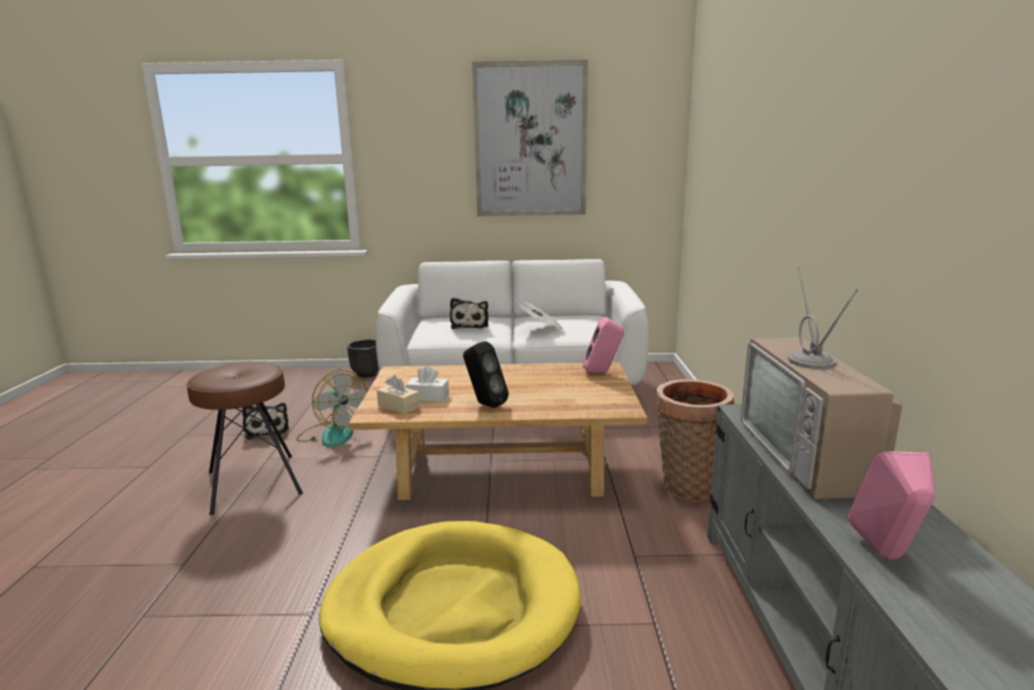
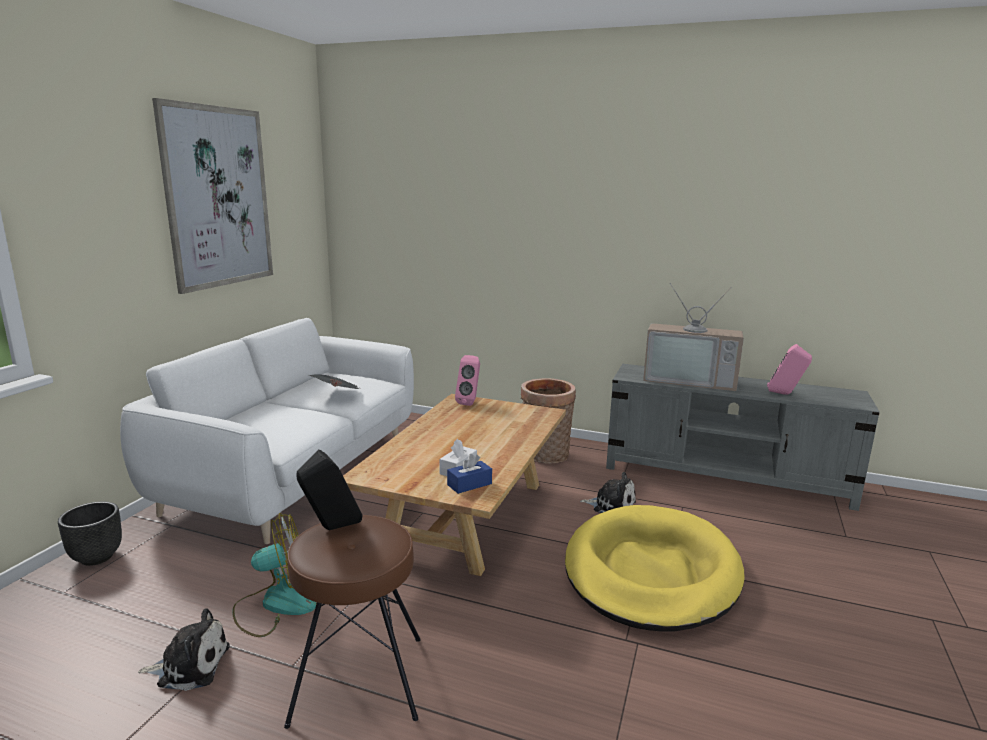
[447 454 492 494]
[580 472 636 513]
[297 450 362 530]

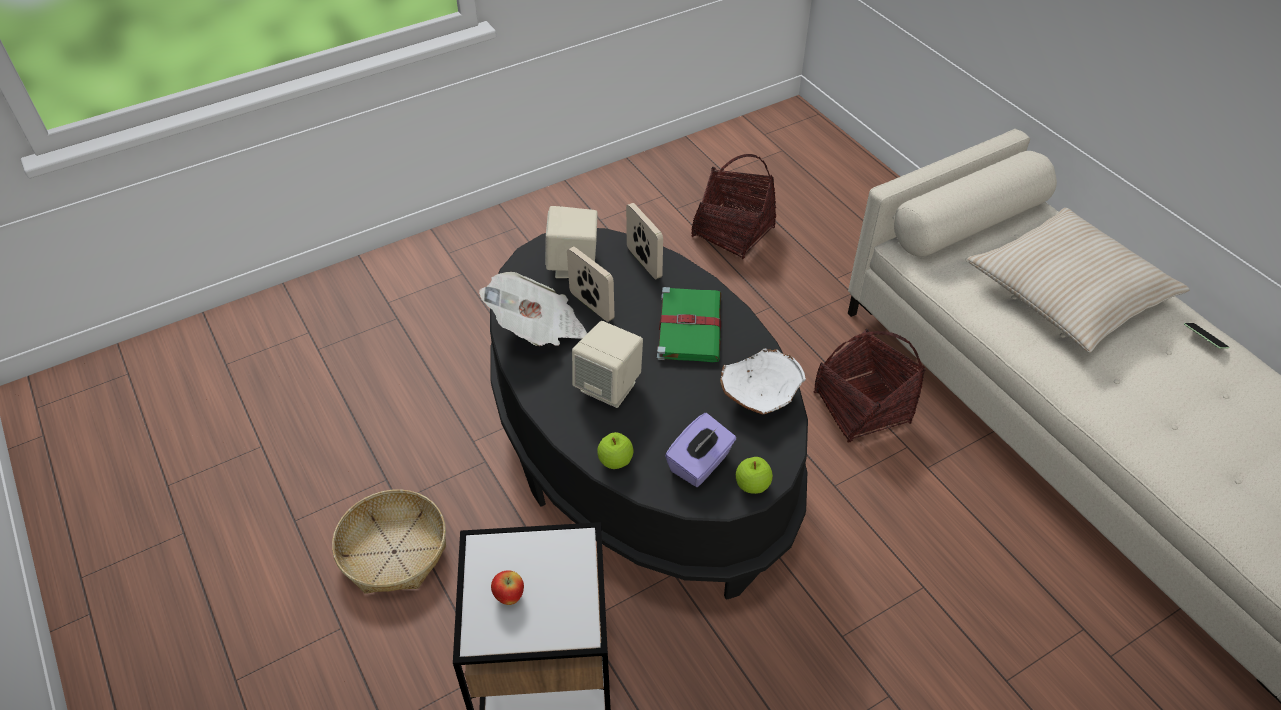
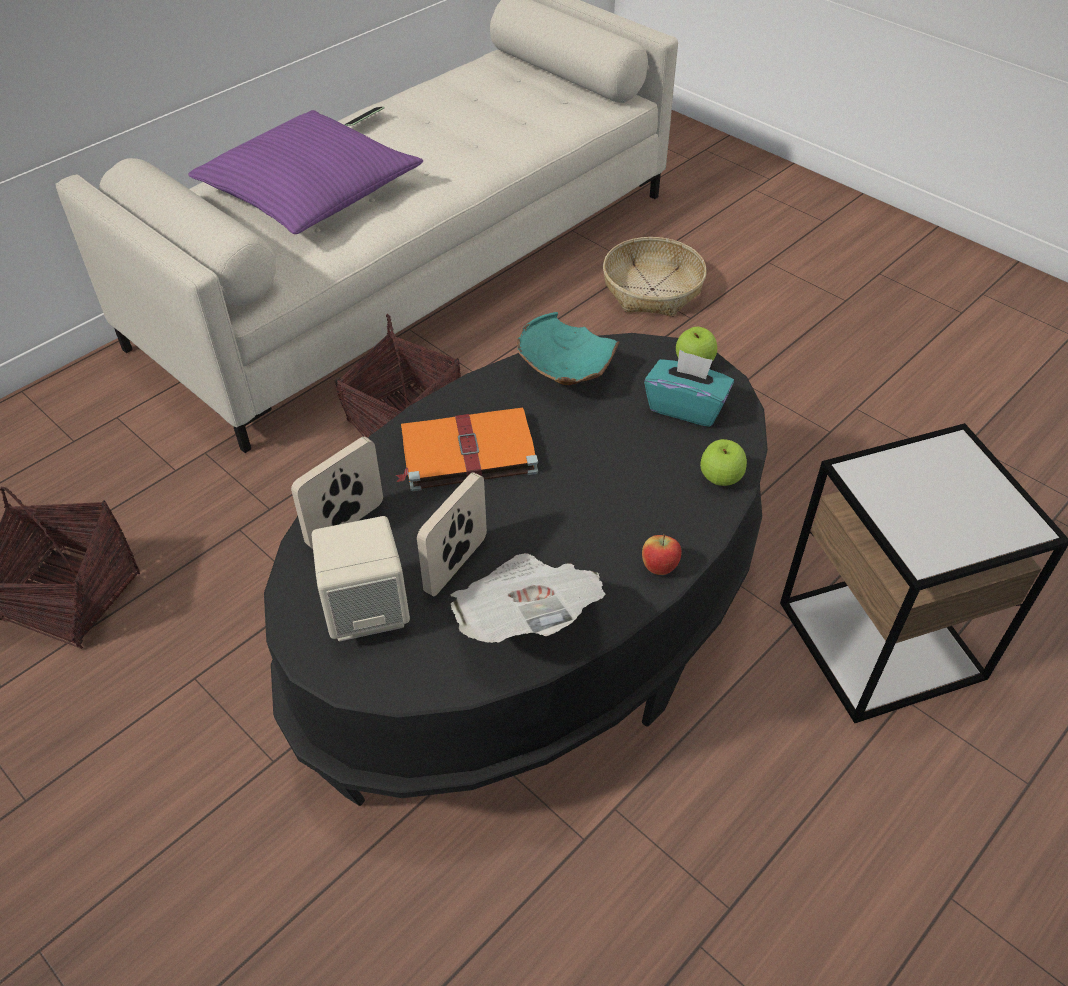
[603 237 707 317]
[642 534 682 575]
[572 321 643 408] (first image)
[396 408 538 492]
[644 350 734 427]
[517 312 620 385]
[188 110 423 234]

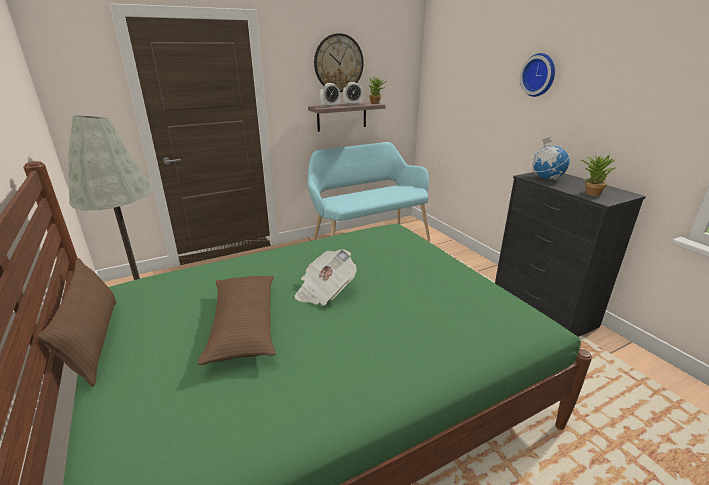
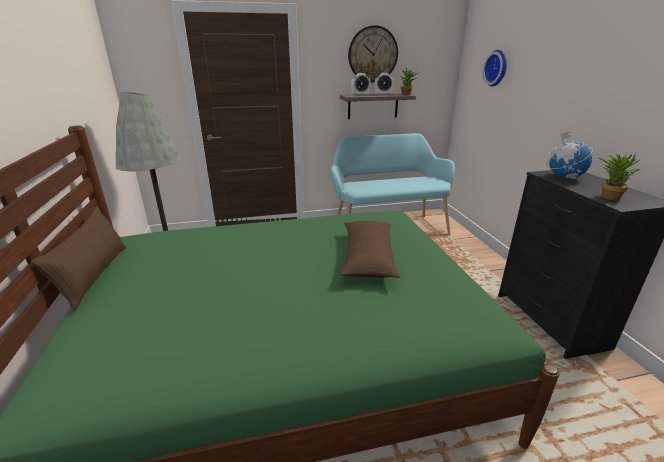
[340 221 400 278]
[294 249 357 306] (first image)
[483 50 507 87]

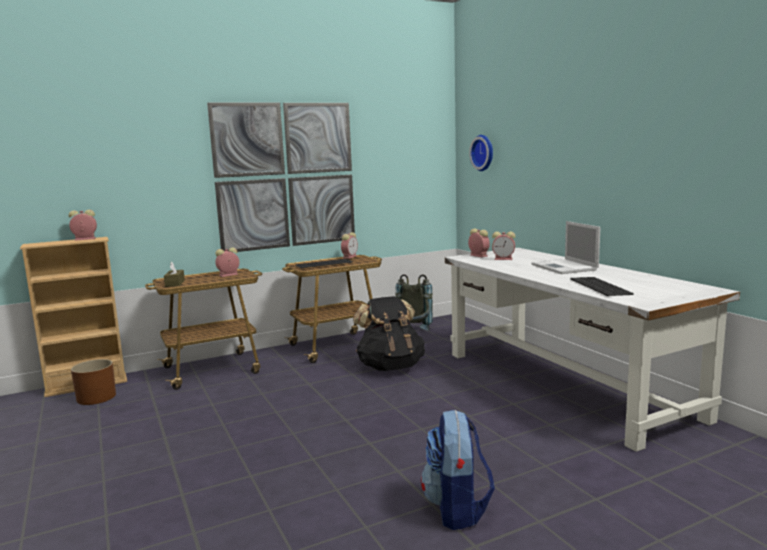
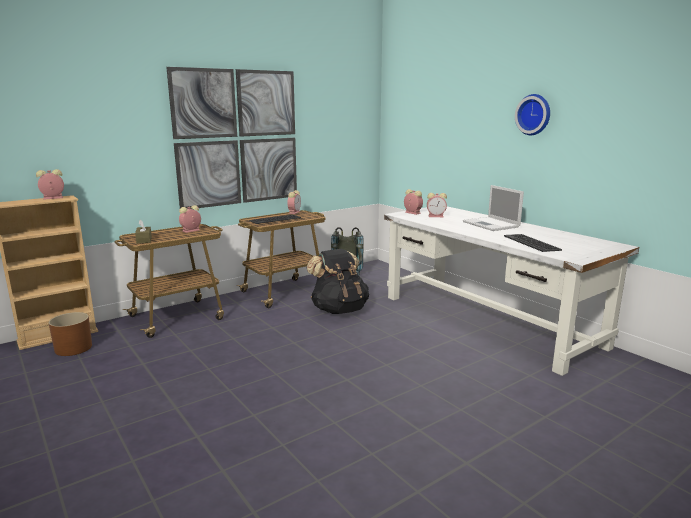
[421 410 495 530] (first image)
[515 94 550 135]

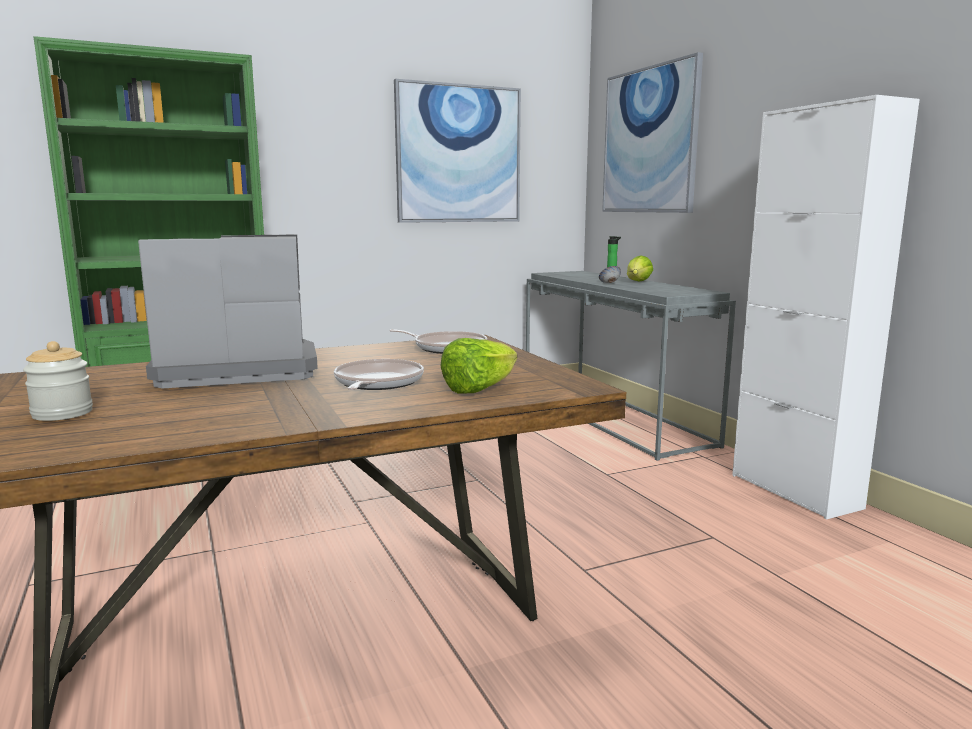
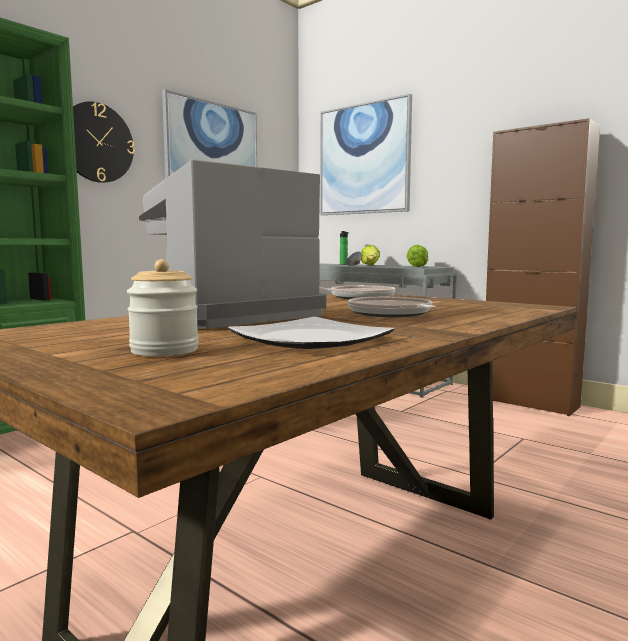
[406 244 429 267]
[486 118 600 416]
[73 101 135 183]
[228 317 394 349]

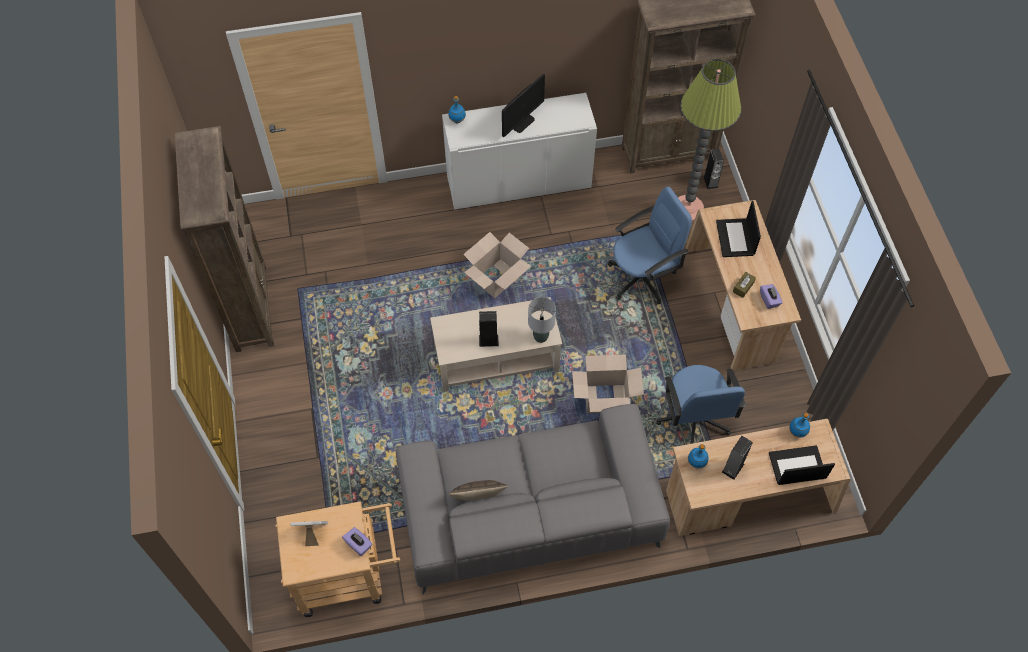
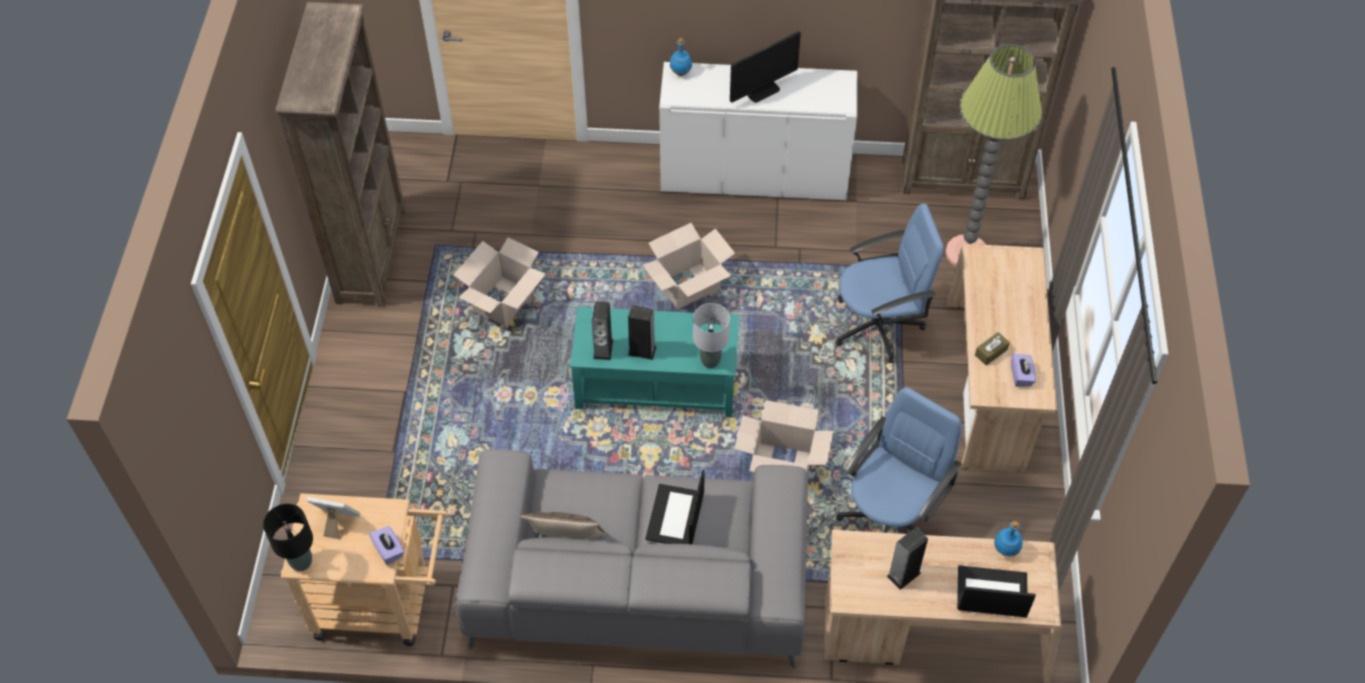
[570 307 739 417]
[836 387 962 535]
[688 444 709 469] (first image)
[592 301 613 360]
[645 470 705 544]
[263 504 313 571]
[454 237 546 327]

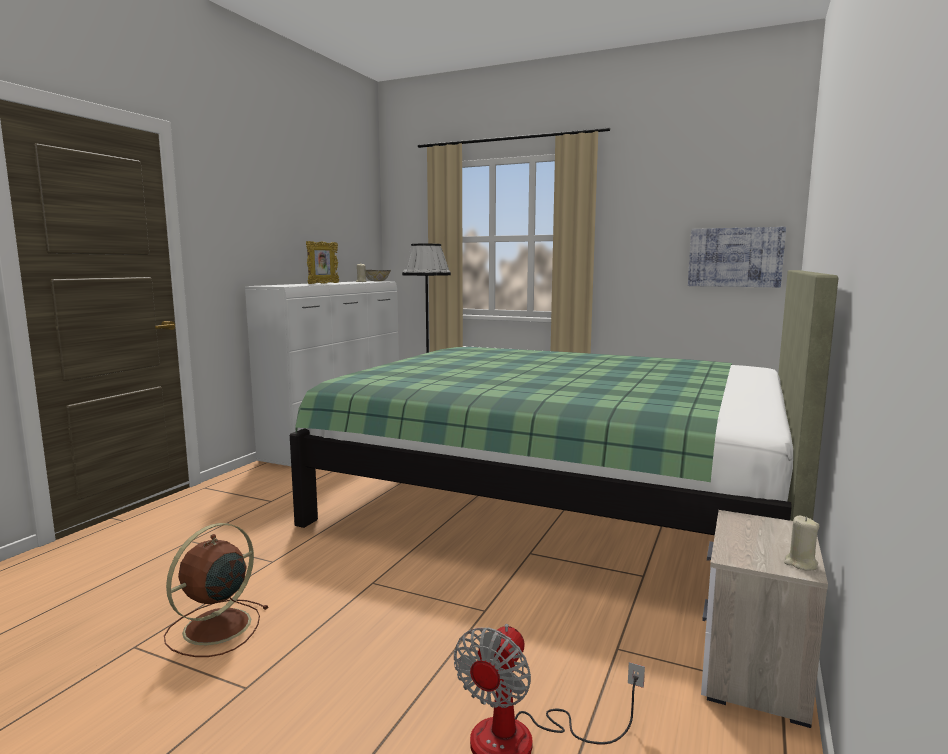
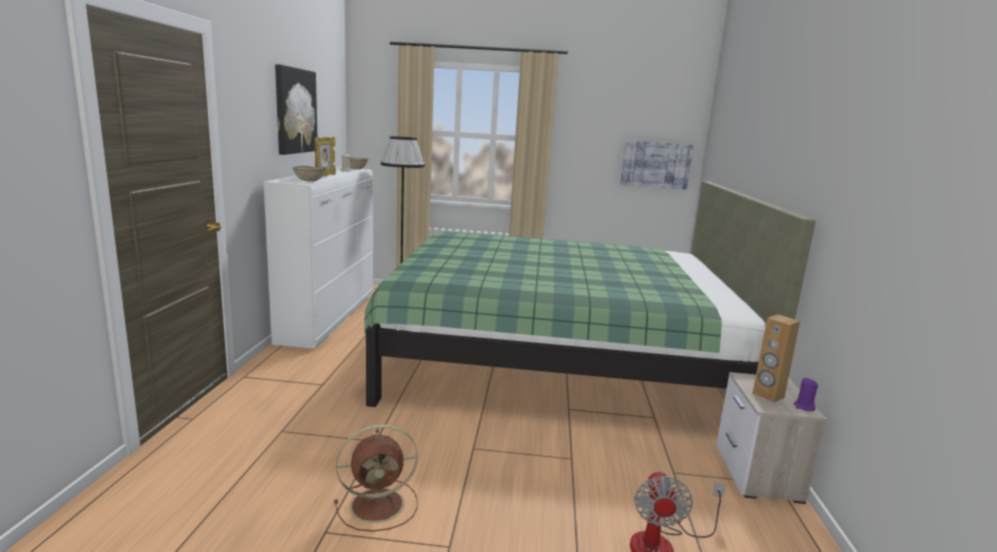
[334 424 418 532]
[794 378 818 411]
[275 64 317 155]
[292 166 326 182]
[752 314 800 402]

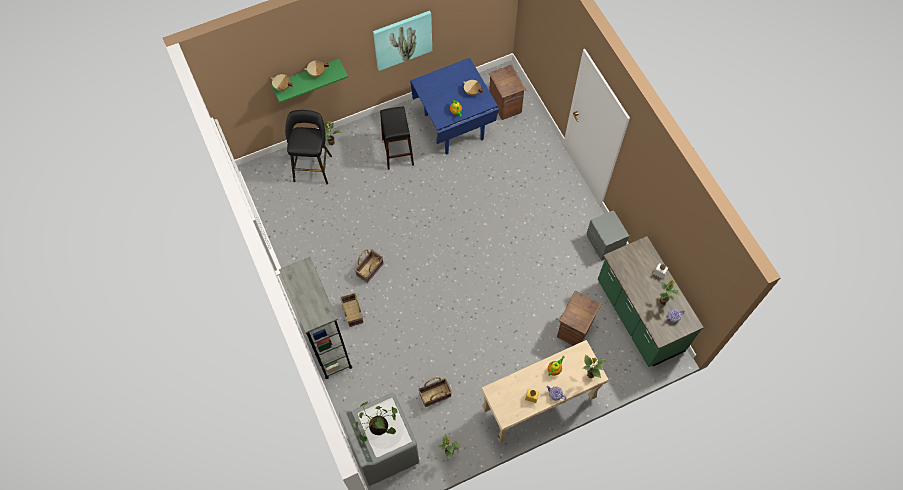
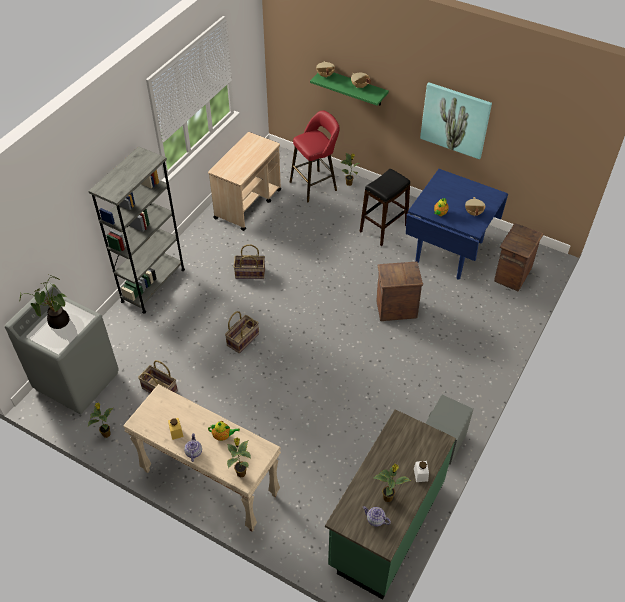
[290 110 340 202]
[225 311 259 354]
[376 261 423 321]
[208 132 281 231]

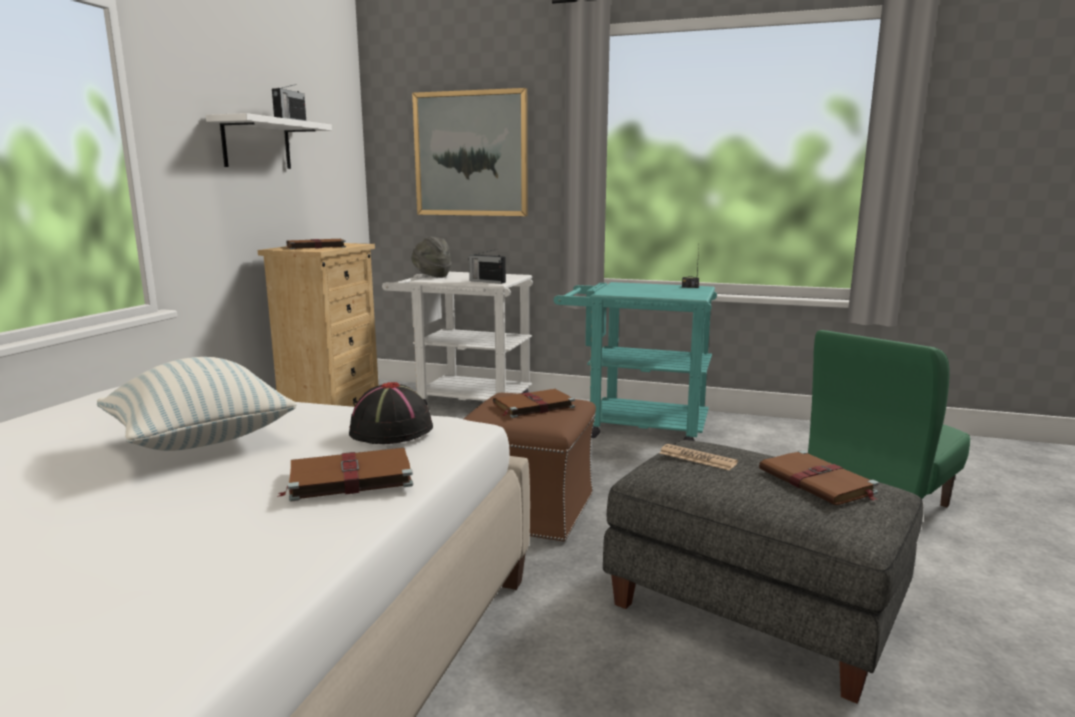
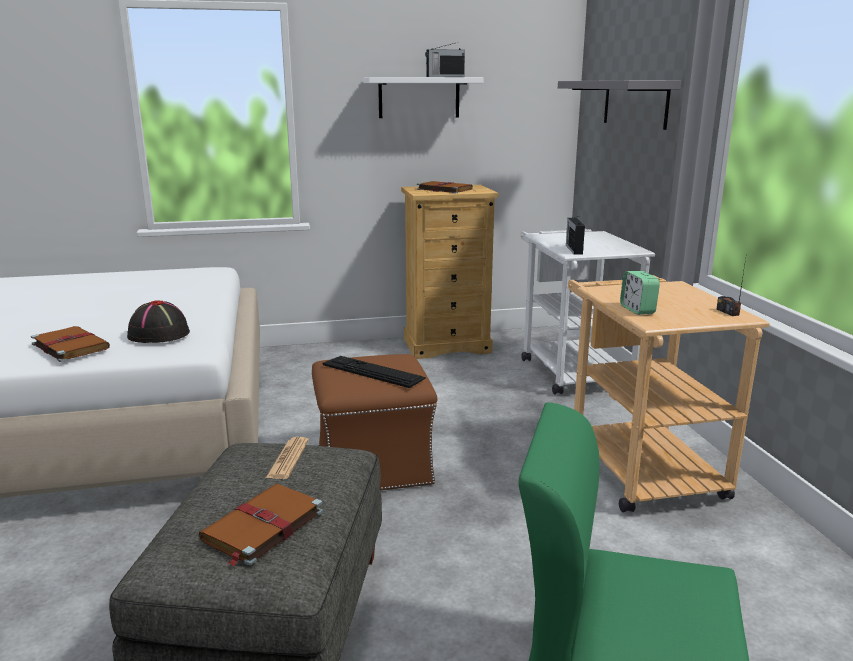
[97 357 297 451] (first image)
[411 236 451 278] (first image)
[558 80 681 130]
[323 356 426 388]
[568 275 770 513]
[620 271 660 315]

